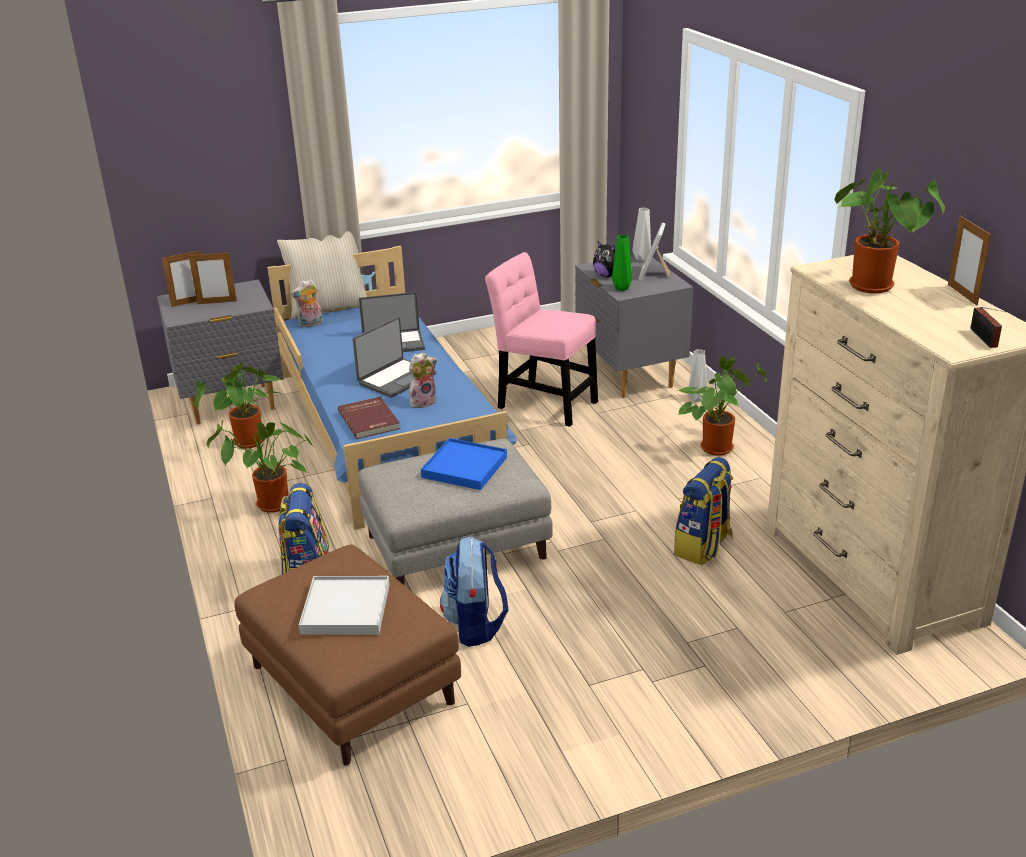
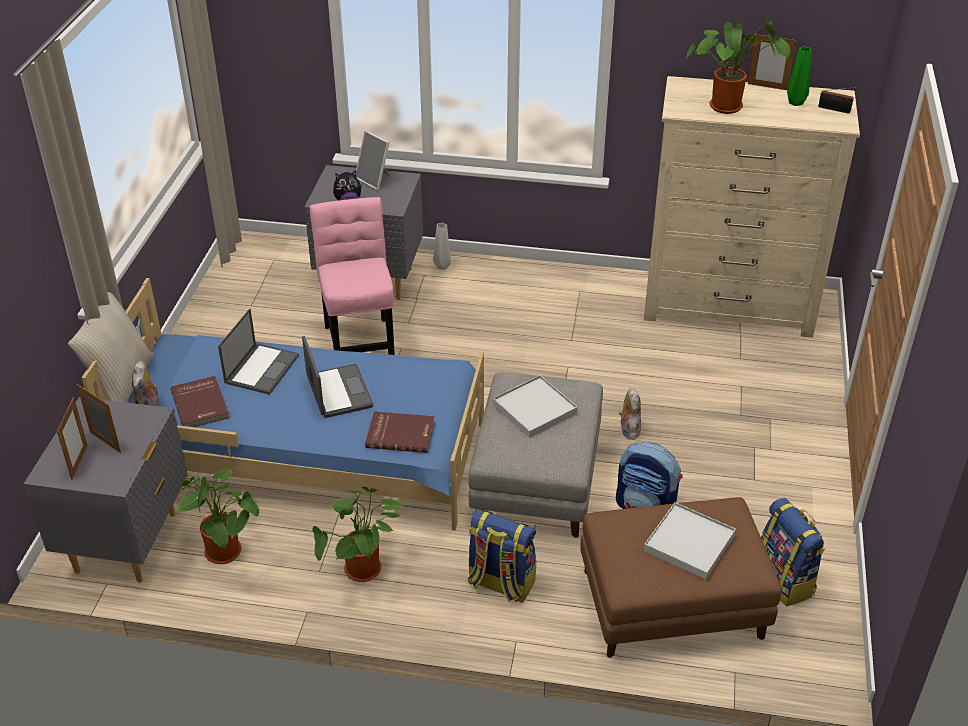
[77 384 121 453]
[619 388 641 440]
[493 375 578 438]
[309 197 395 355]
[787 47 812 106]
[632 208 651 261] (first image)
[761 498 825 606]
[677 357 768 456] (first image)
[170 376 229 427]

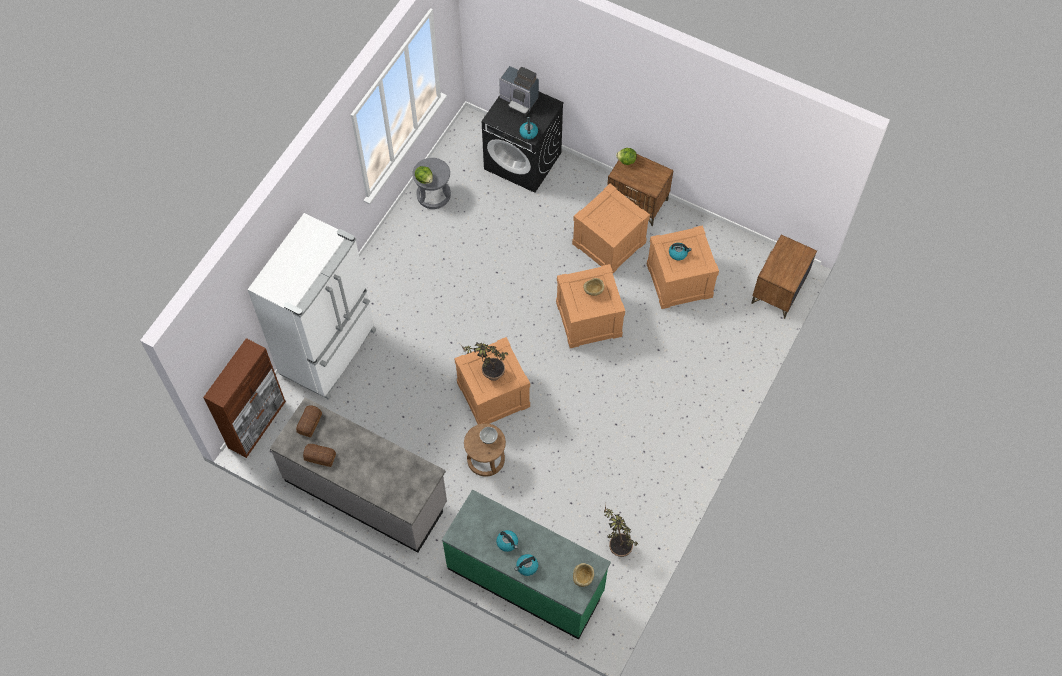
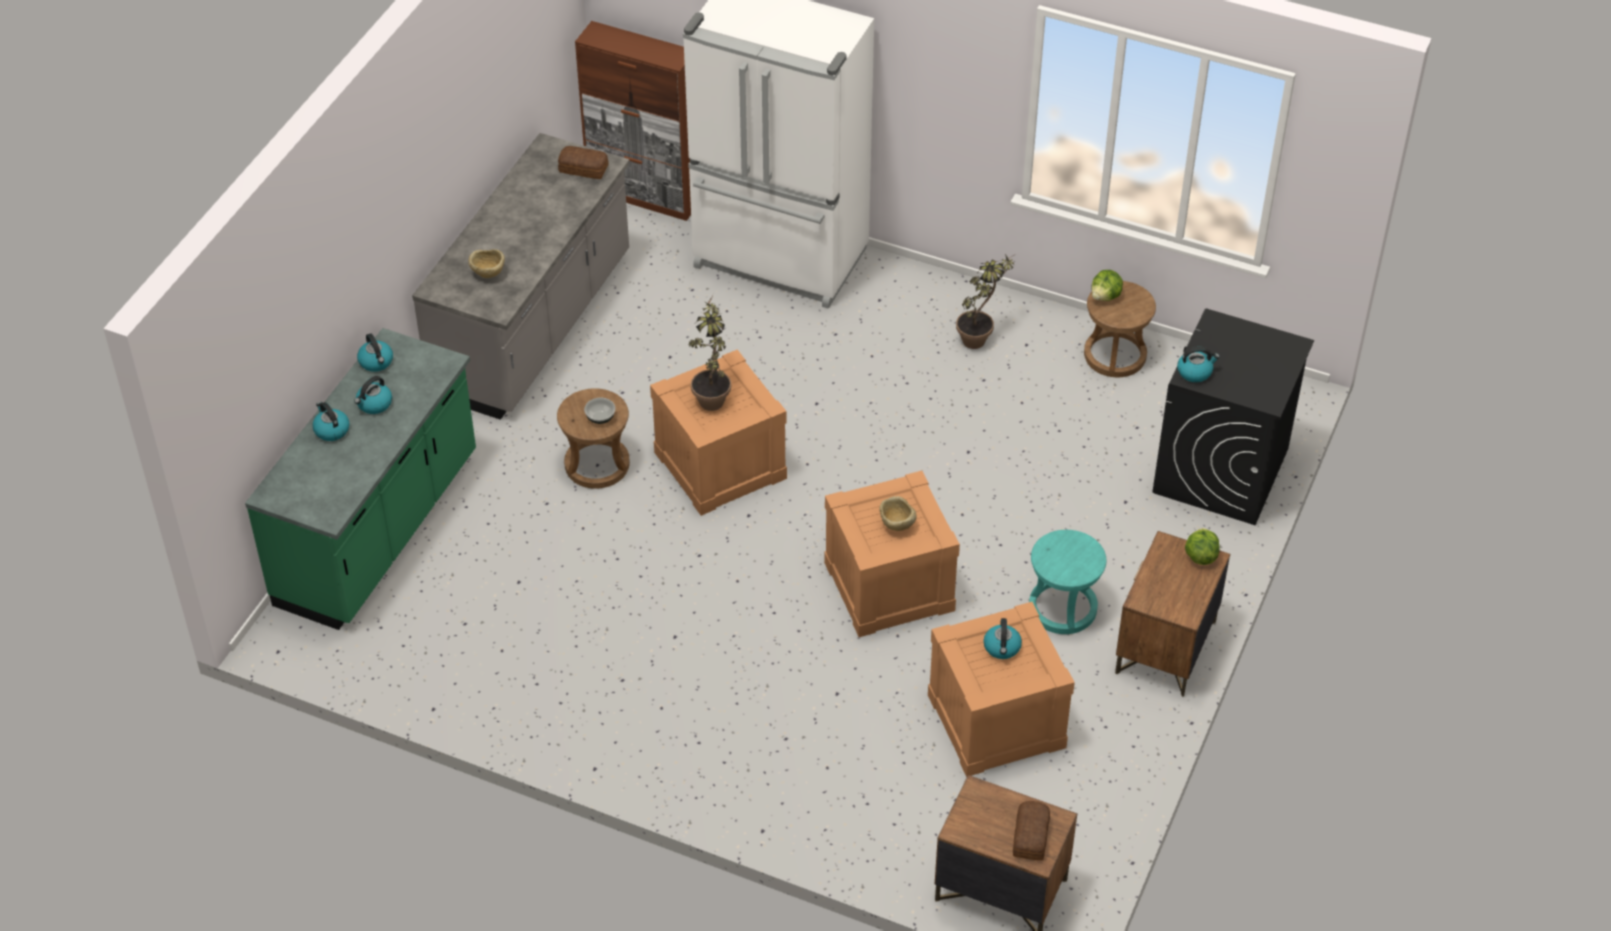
[1013 801 1050 861]
[1084 281 1156 377]
[499 66 539 117] (first image)
[1029 530 1106 634]
[468 249 505 278]
[956 254 1014 349]
[357 333 393 372]

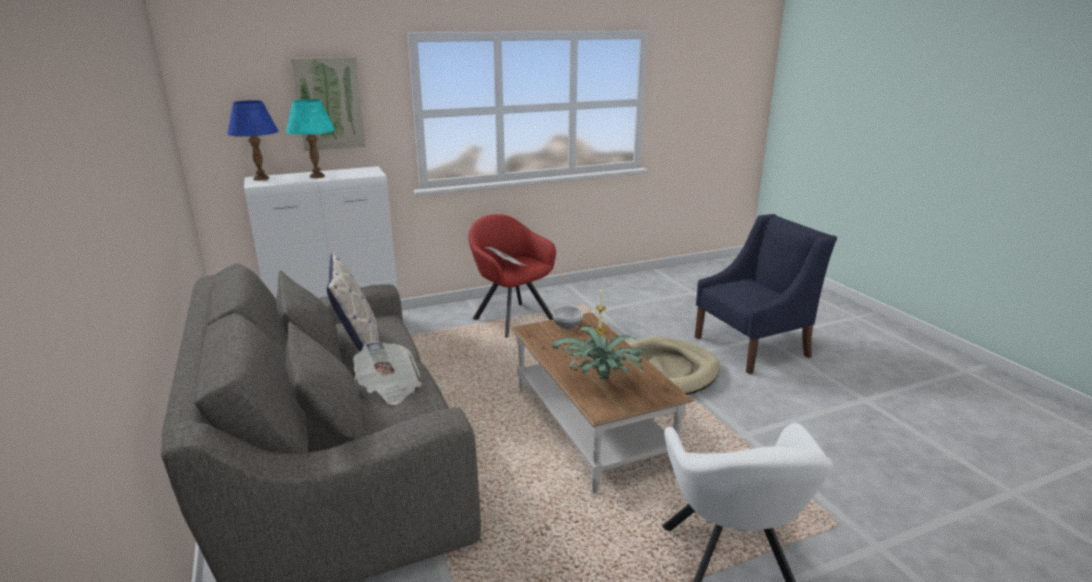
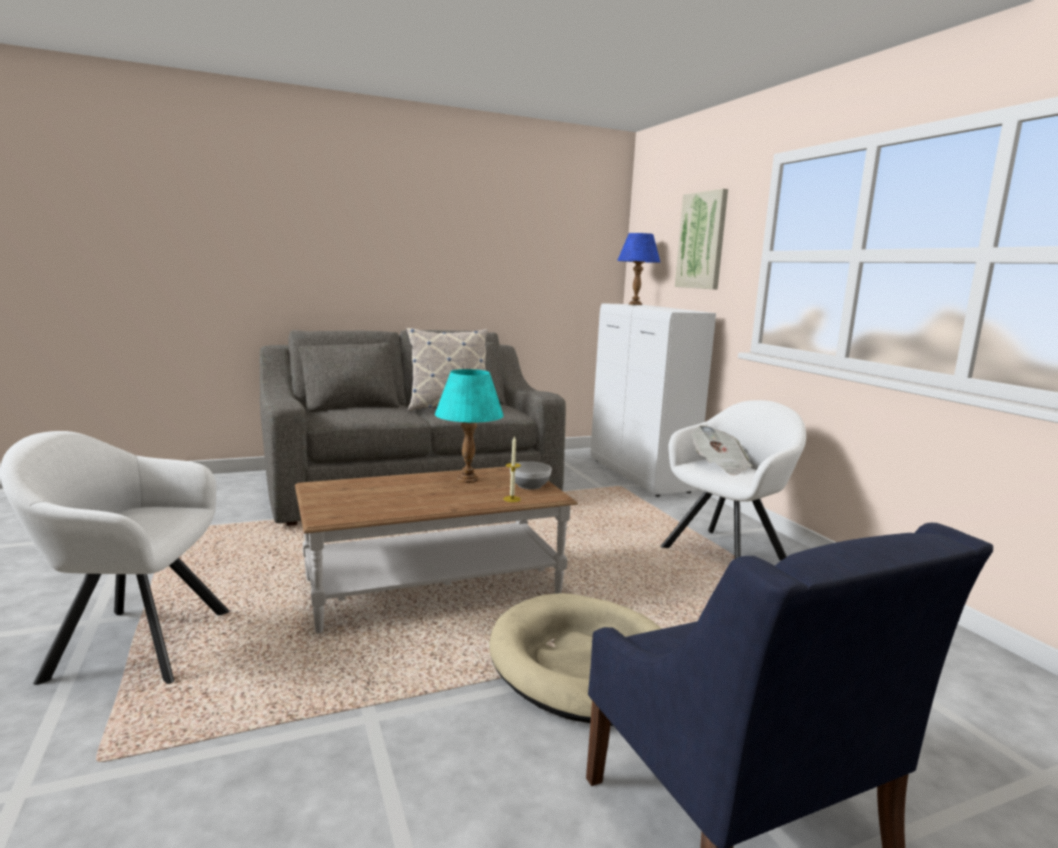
[435 369 504 483]
[353 340 422 405] (first image)
[660 400 806 560]
[552 326 646 381] (first image)

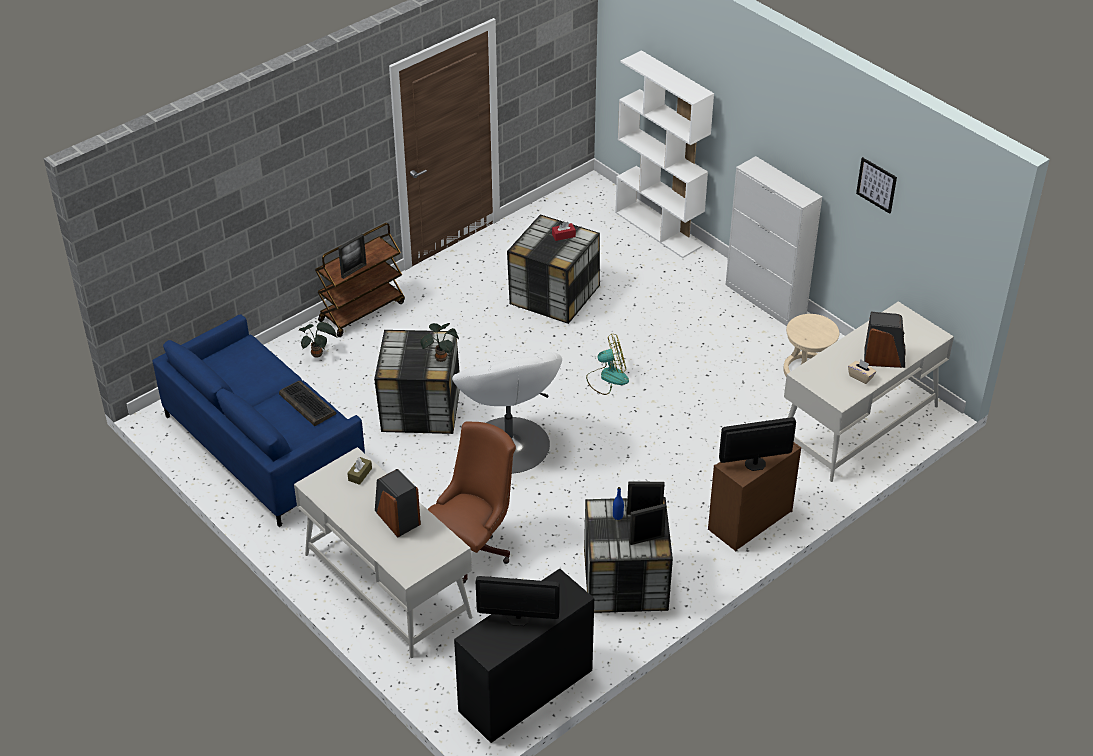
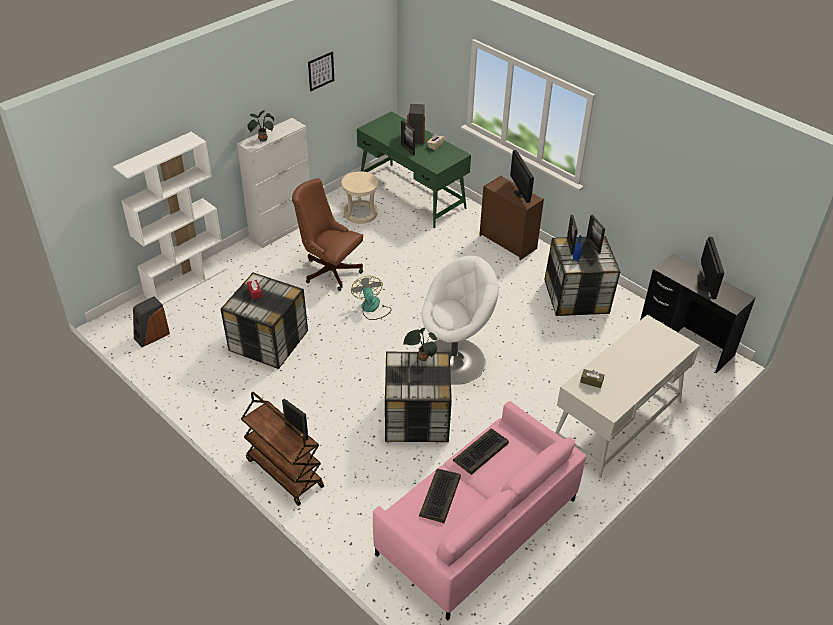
[373 401 586 620]
[247 110 275 142]
[133 296 170 347]
[292 178 363 291]
[357 111 471 228]
[401 120 415 155]
[419 469 461 523]

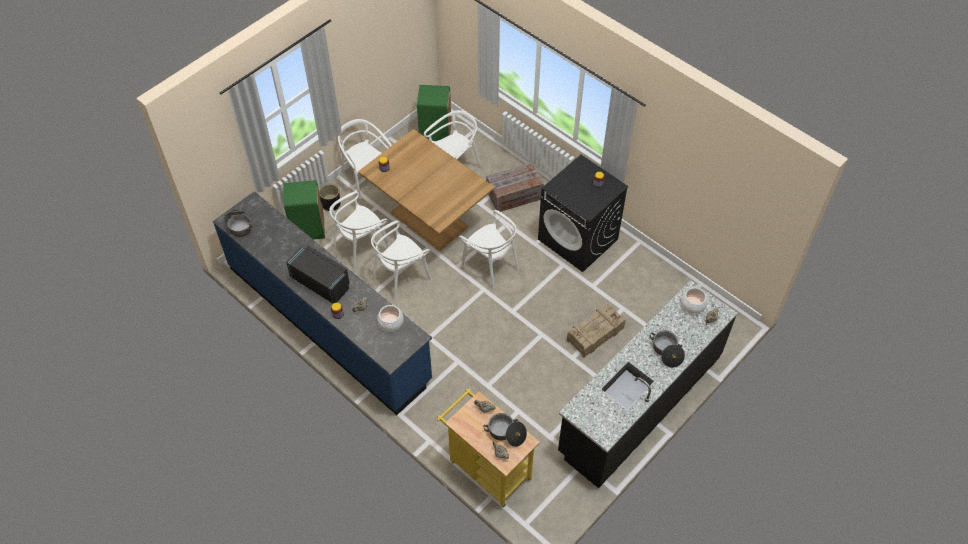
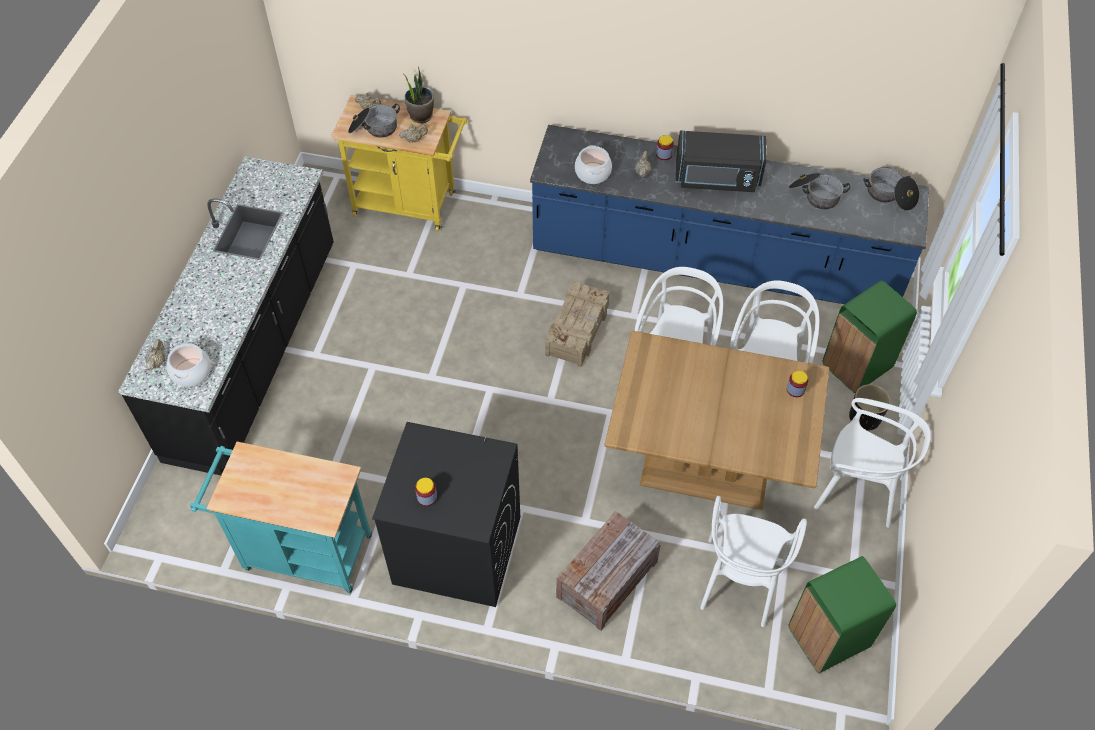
[459 210 519 289] (first image)
[545 281 610 367]
[789 173 850 209]
[190 442 372 594]
[404 67 434 123]

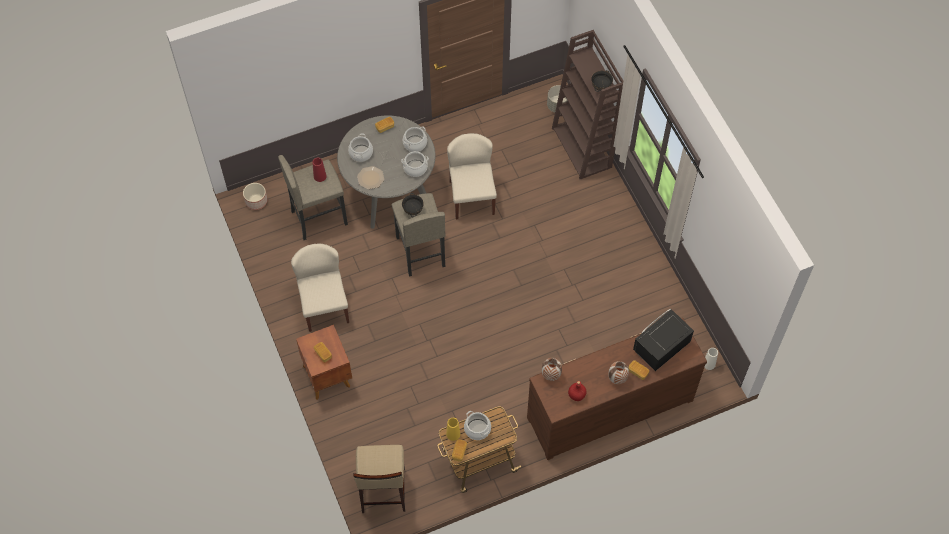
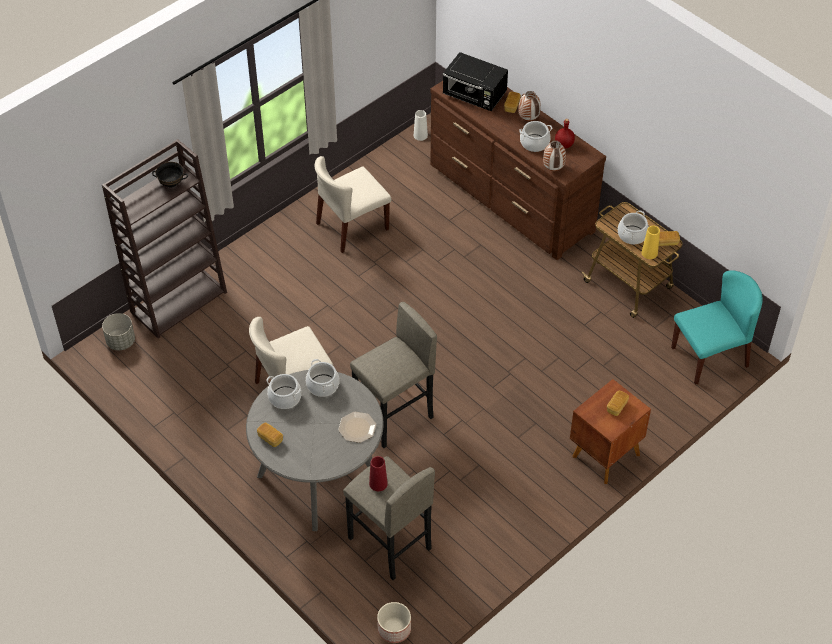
[314 156 391 253]
[519 121 552 152]
[671 270 763 385]
[402 193 424 217] (first image)

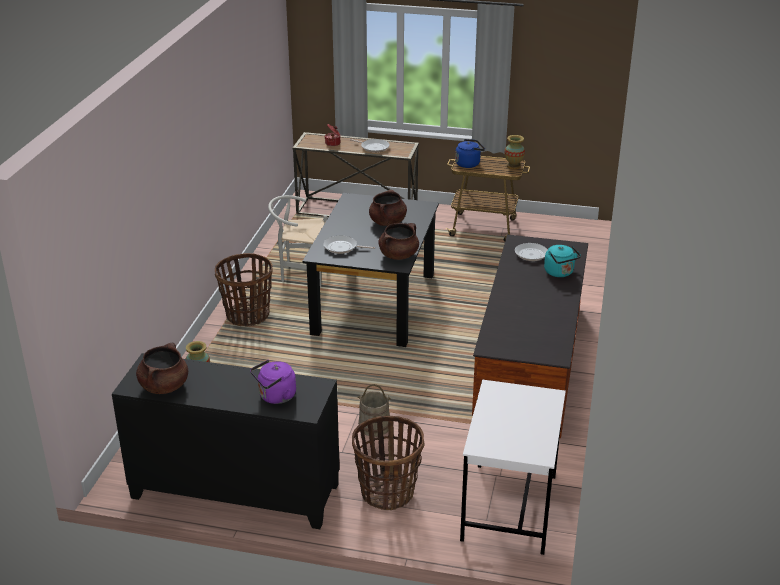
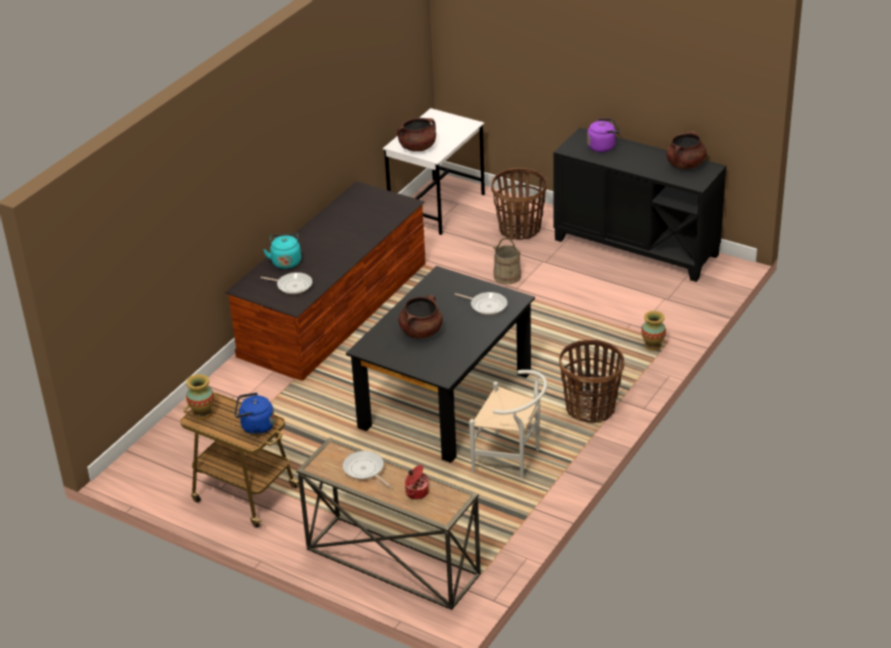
[397 118 436 152]

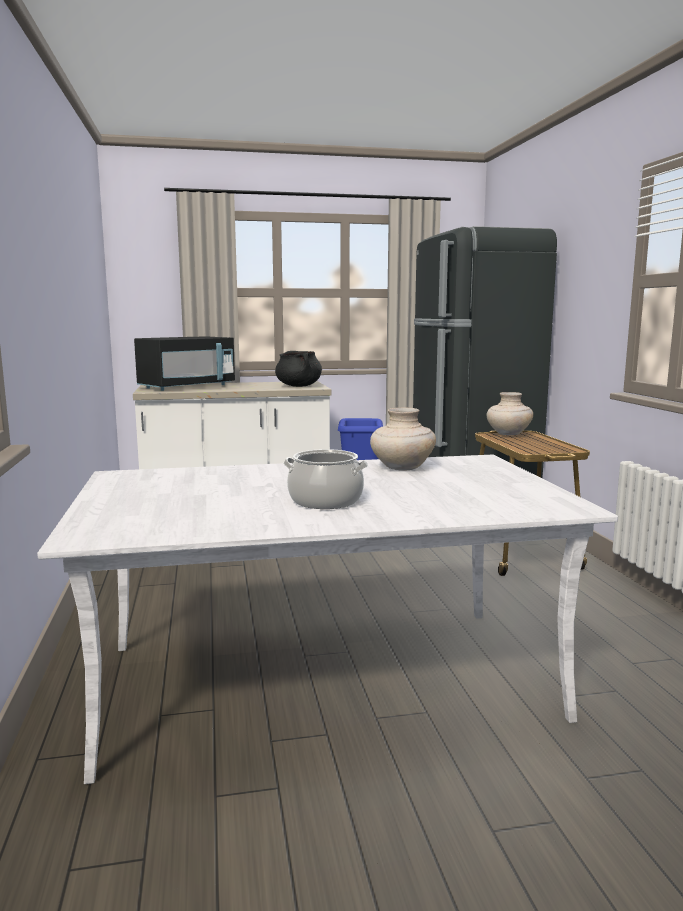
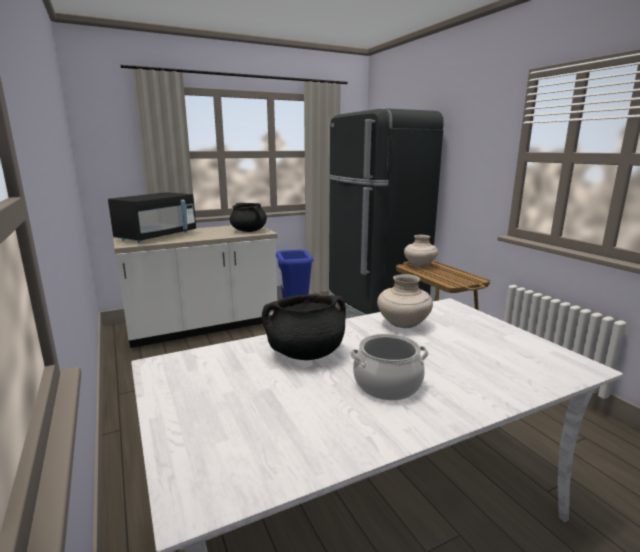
[262 294 346 360]

